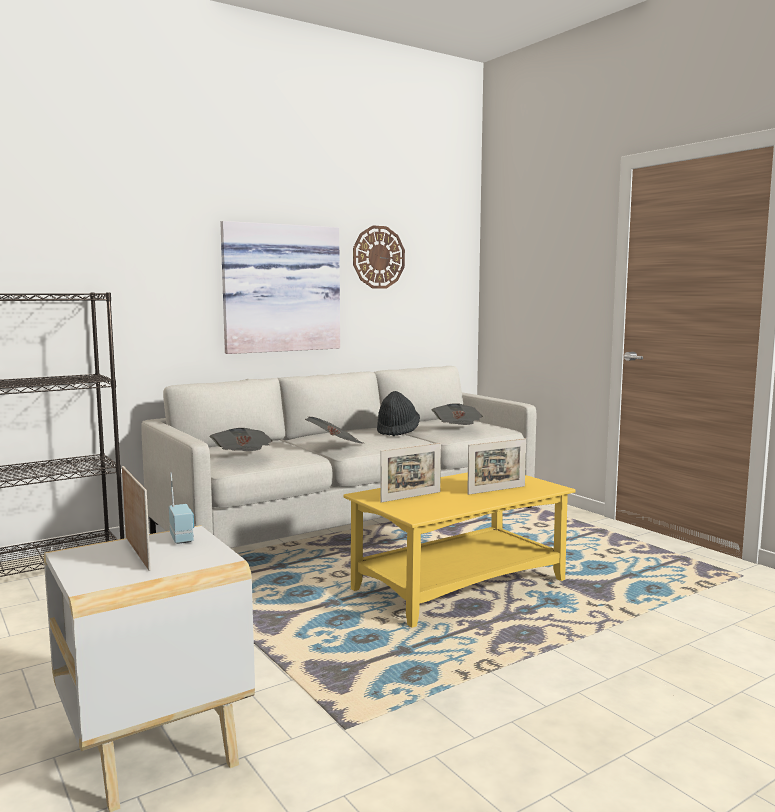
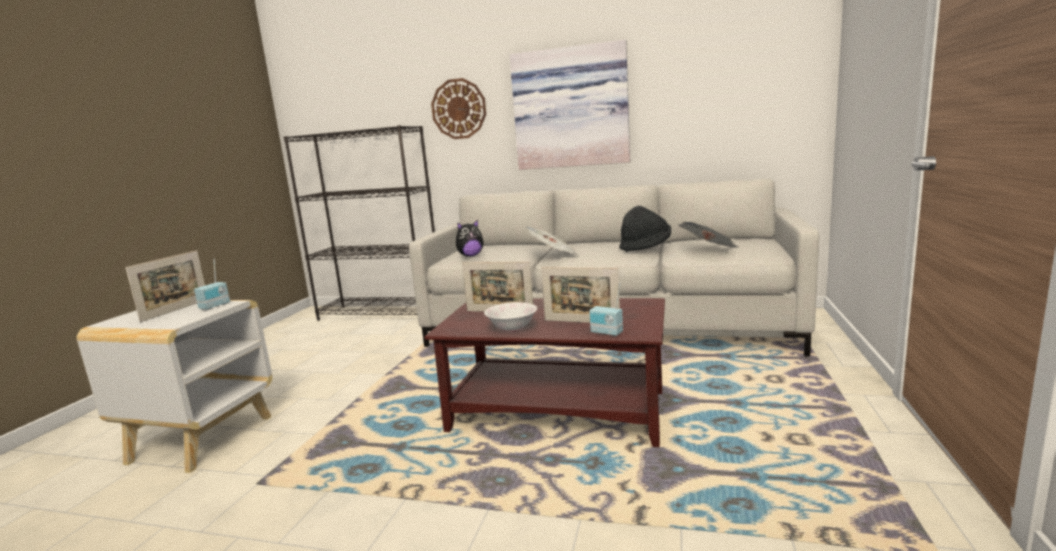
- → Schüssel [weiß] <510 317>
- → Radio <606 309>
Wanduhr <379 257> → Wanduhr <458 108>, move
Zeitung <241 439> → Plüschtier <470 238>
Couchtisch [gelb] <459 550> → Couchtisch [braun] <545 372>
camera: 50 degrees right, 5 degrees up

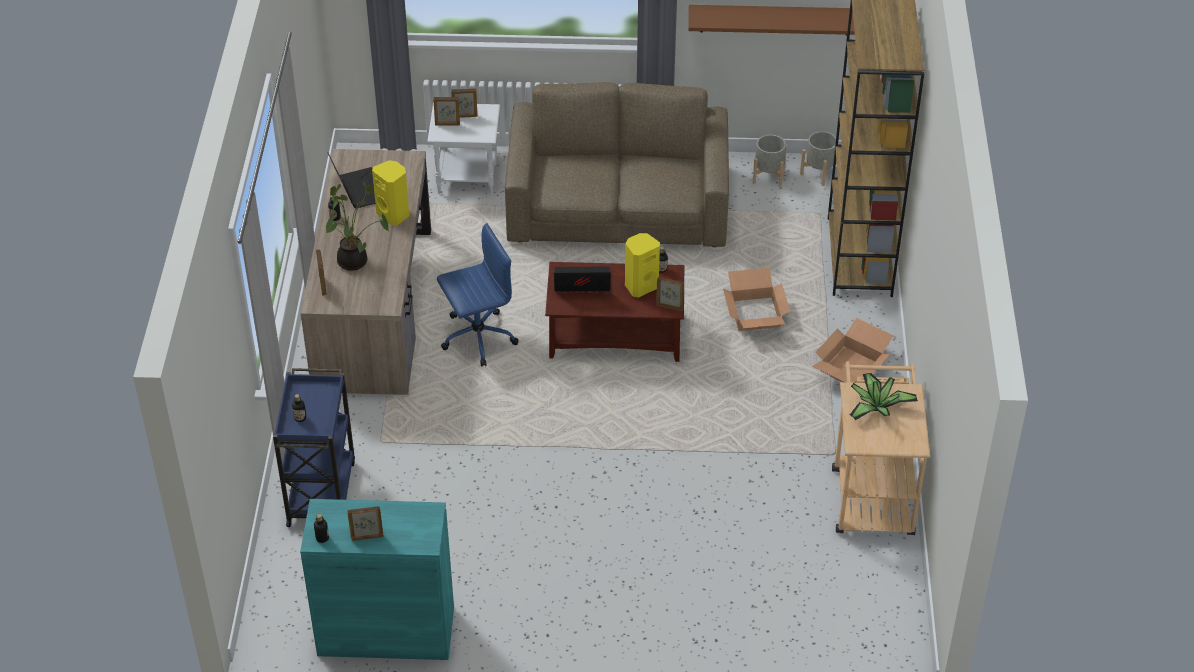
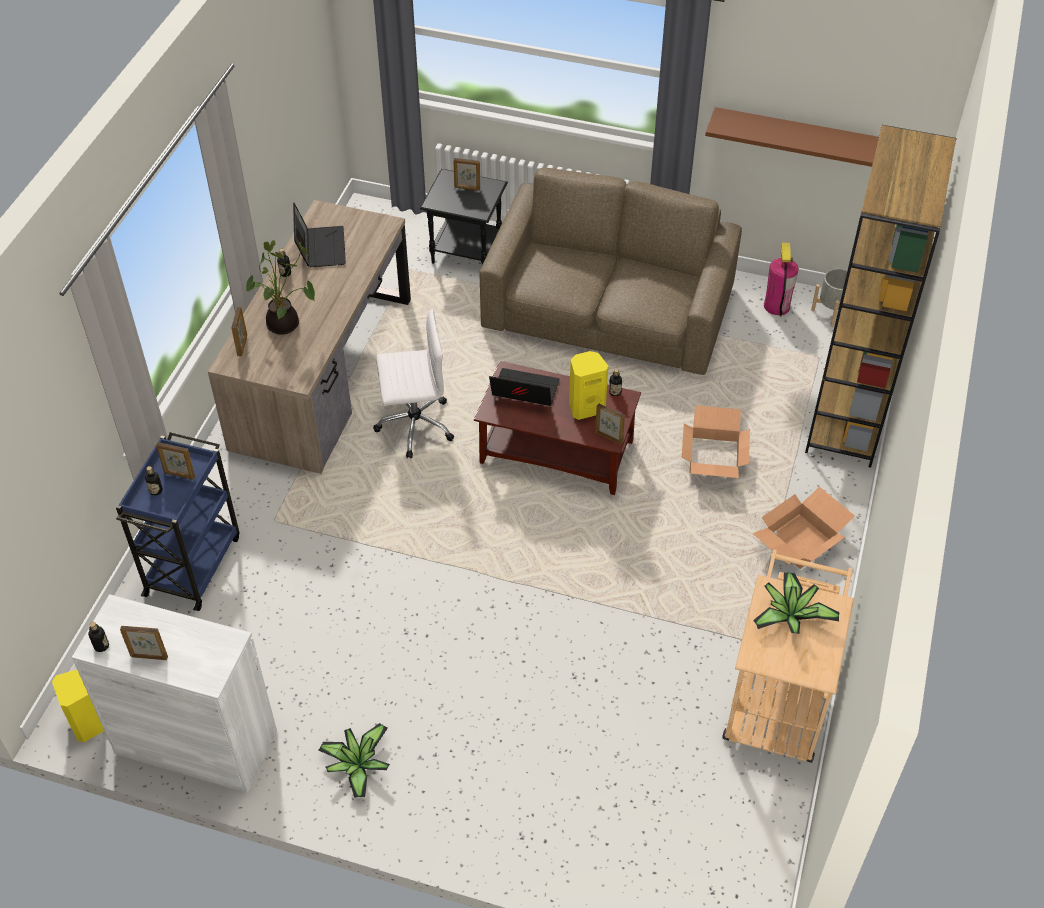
- → Topfpflanze <354 760>
Lautsprecher [gelb] <390 193> → Lautsprecher [gelb] <78 706>, move
Bilderrahmen <446 111> → Bilderrahmen <175 461>, move
Pflanzkübel [grau] <770 161> → Feuerlöscher <781 279>
Schrank [türkis] <377 579> → Schrank [weiß] <174 693>
Beistelltisch [weiß] <463 149> → Beistelltisch [schwarz] <464 217>
Bürostuhl [blau] <478 295> → Bürostuhl [weiß] <413 384>
camera: 15 degrees right, 5 degrees up

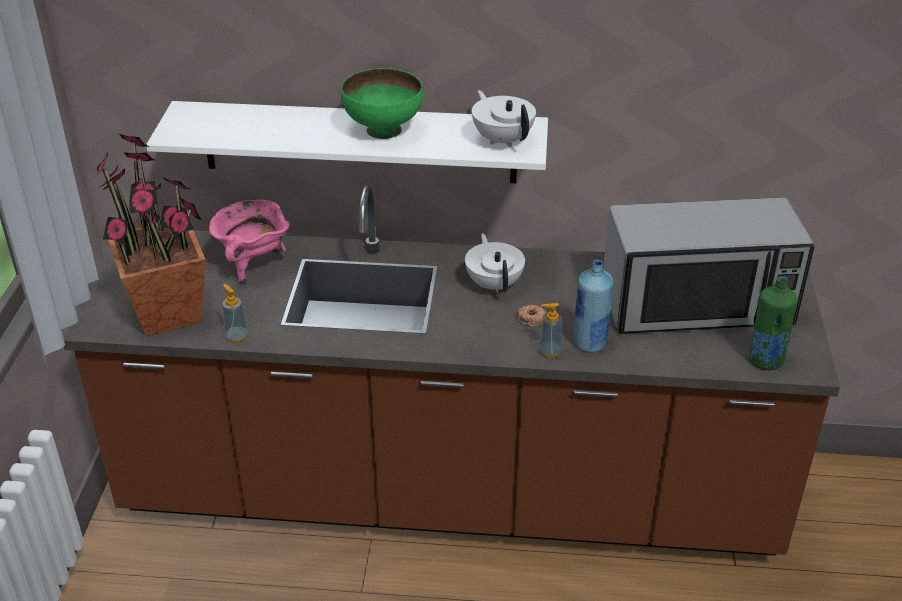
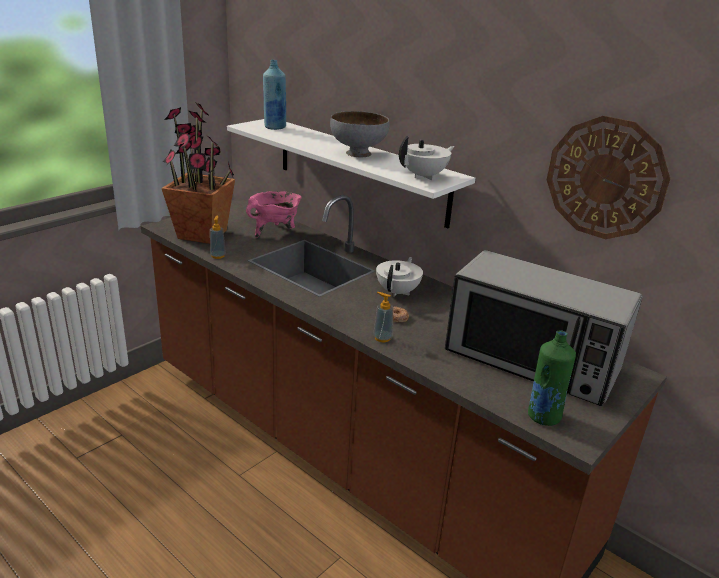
- → Wanduhr <608 177>
Flasche [blau] <593 306> → Flasche [blau] <274 95>, move
Schüssel [grün] <382 103> → Schüssel [grau] <359 134>
Teekanne [weiß] <504 118> → Teekanne [weiß] <427 158>, 45 degrees clockwise
camera: 35 degrees right, 10 degrees down

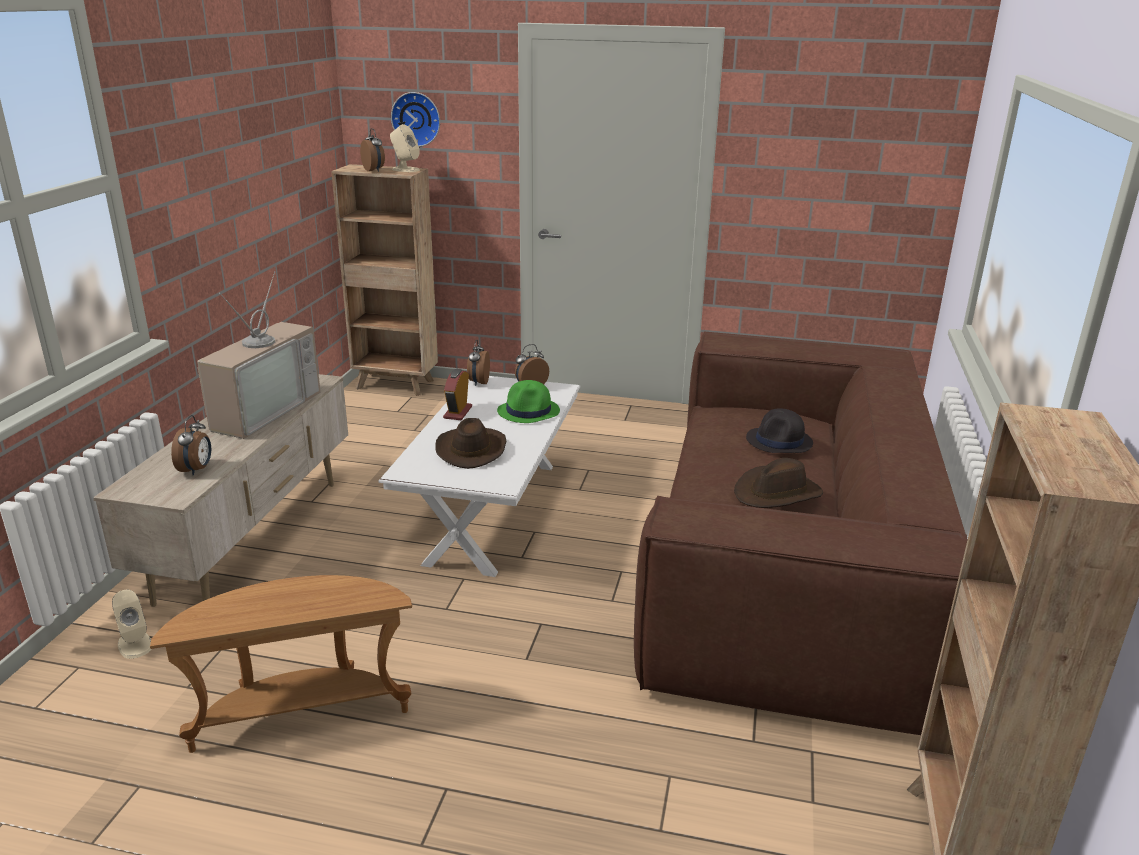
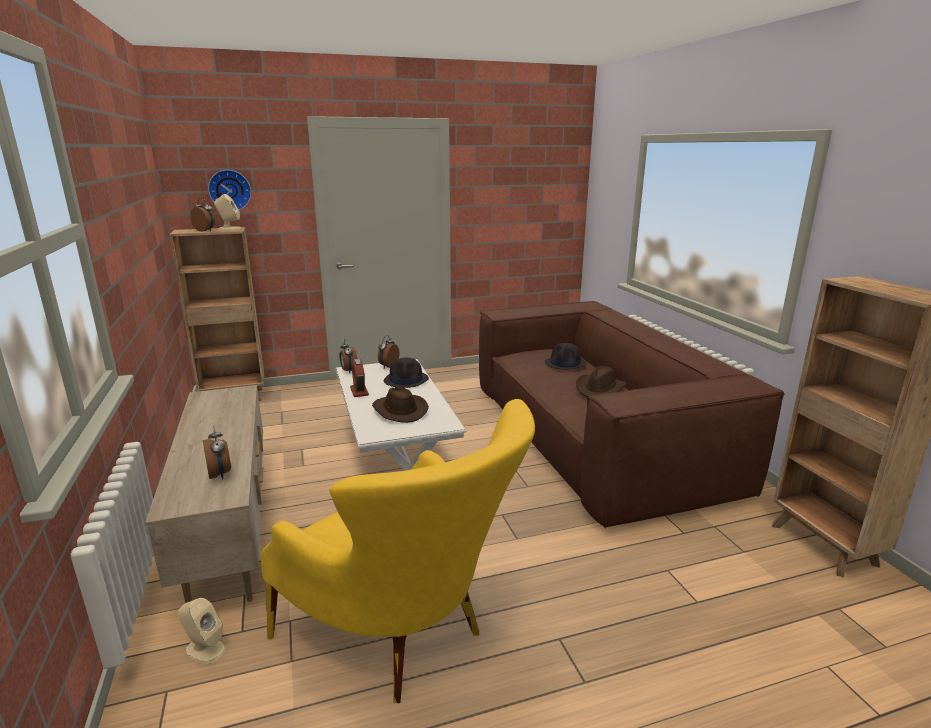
Fernseher <259 355> → -
Beistelltisch [braun] <281 664> → Sessel [gelb] <398 551>
Hut [grün] <528 401> → Hut [schwarz] <406 372>
camera: 30 degrees left, 5 degrees down

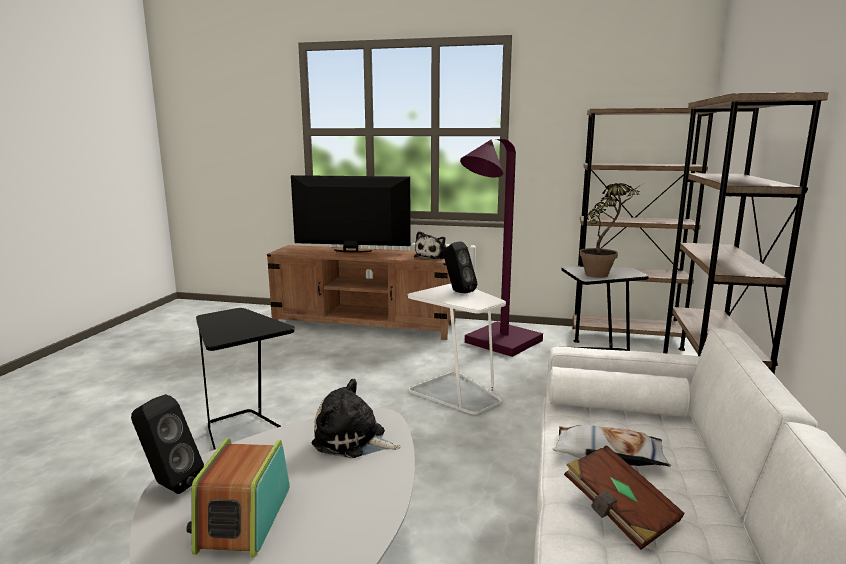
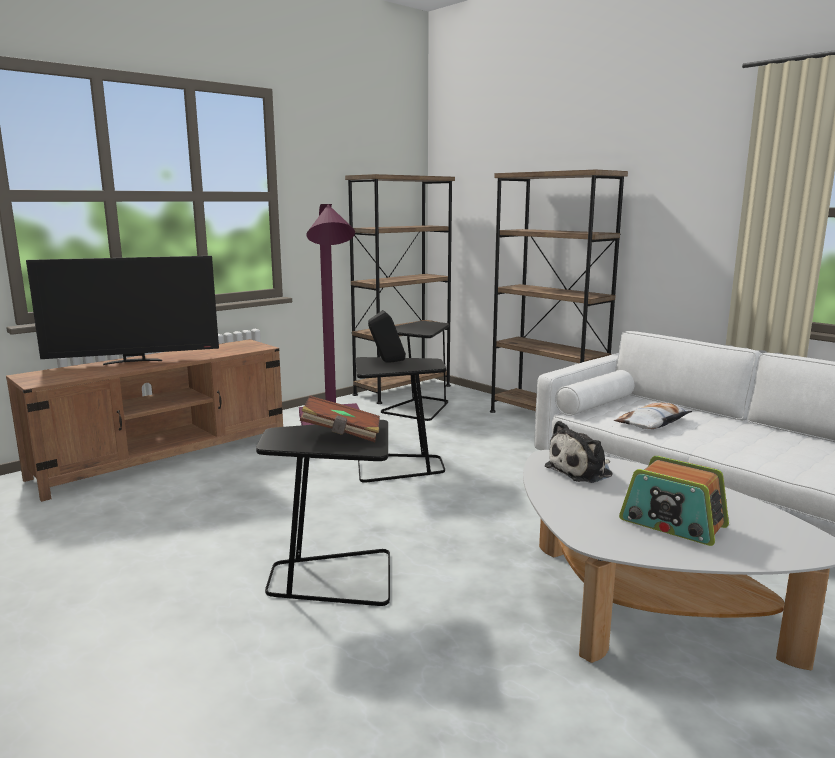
Lautsprecher [schwarz] <167 444> → -
Plüschtier <430 245> → -
Topfpflanze <610 230> → -
Buch [braun] <624 497> → Buch [braun] <340 418>, move
Beistelltisch [weiß] <457 349> → Beistelltisch [schwarz] <400 420>
Fernseher <351 214> → Fernseher <122 310>, 150 degrees counterclockwise
camera: 55 degrees left, 0 degrees up

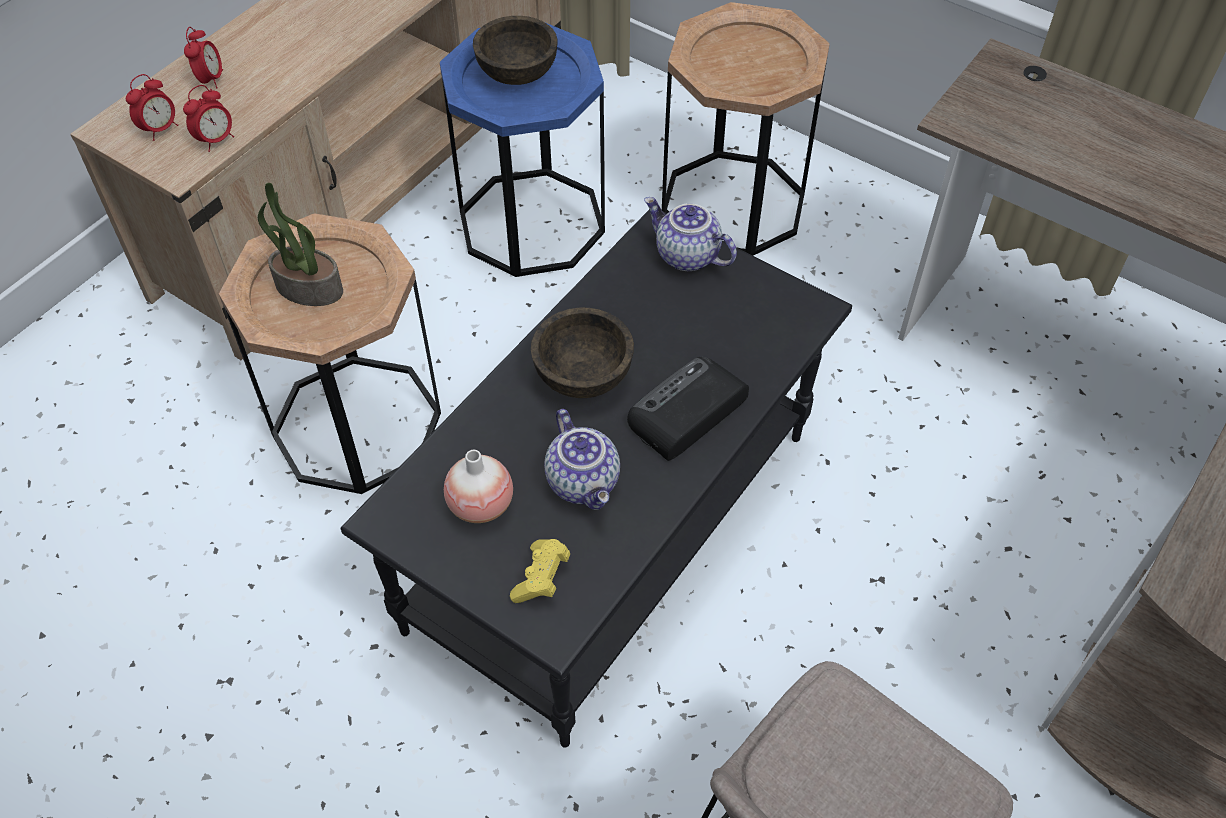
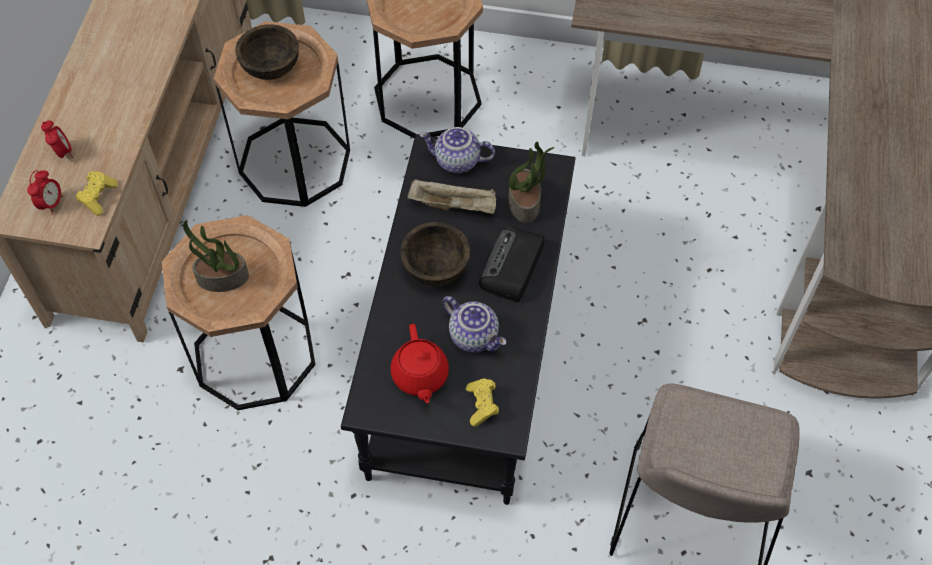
- → Tablett [beige] <452 196>
- → Topfpflanze <531 182>
Wecker <208 118> → Gamepad [gelb] <97 193>
Vase <478 486> → Teekanne [rot] <420 363>
Beistelltisch [blau] <522 150> → Beistelltisch [braun] <282 114>
camera: 25 degrees left, 5 degrees up

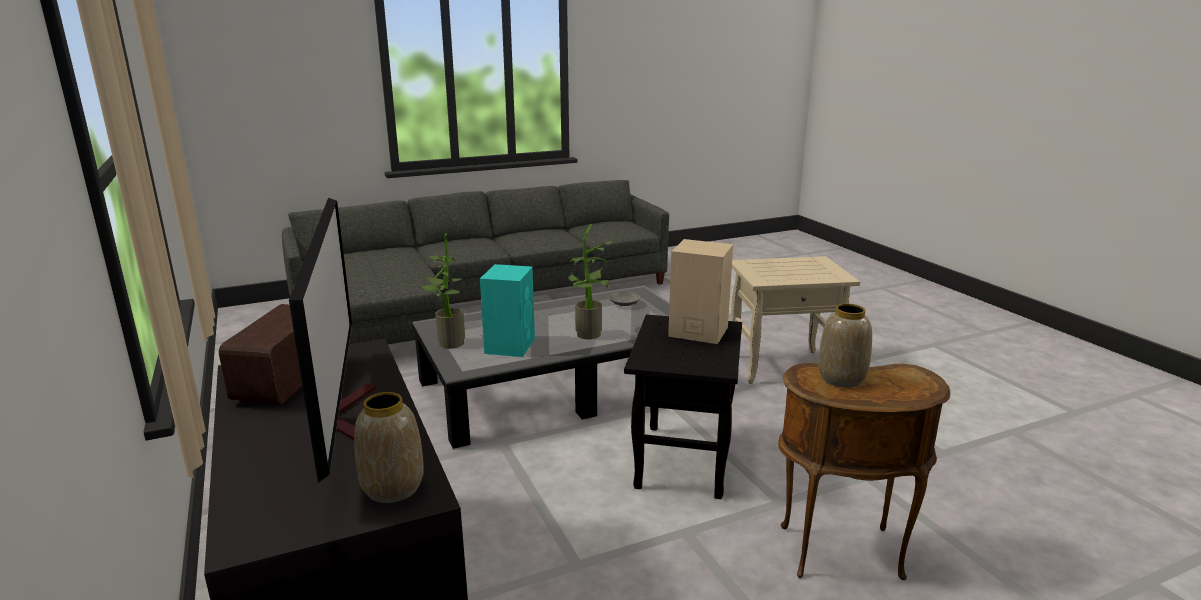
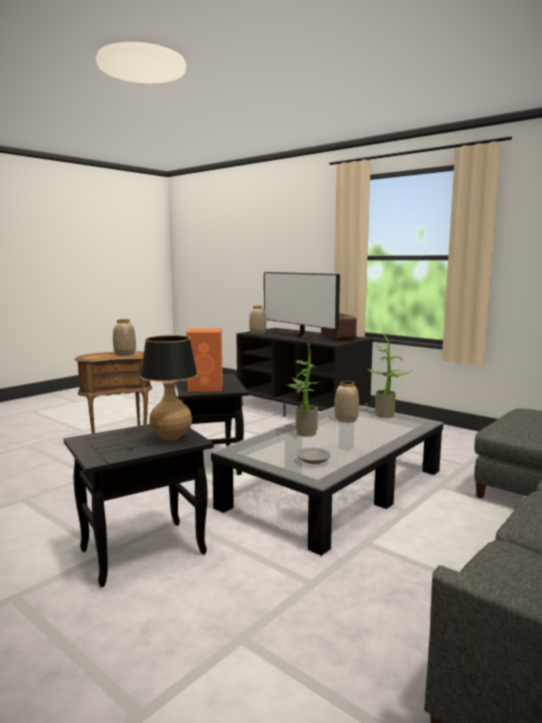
- → Tischlampe <160 392>
Lautsprecher [türkis] <507 310> → Vase <346 401>
Lautsprecher [beige] <700 291> → Lautsprecher [orange] <204 360>
Beistelltisch [beige] <795 320> → Beistelltisch [schwarz] <139 505>
camera: 155 degrees right, 10 degrees down

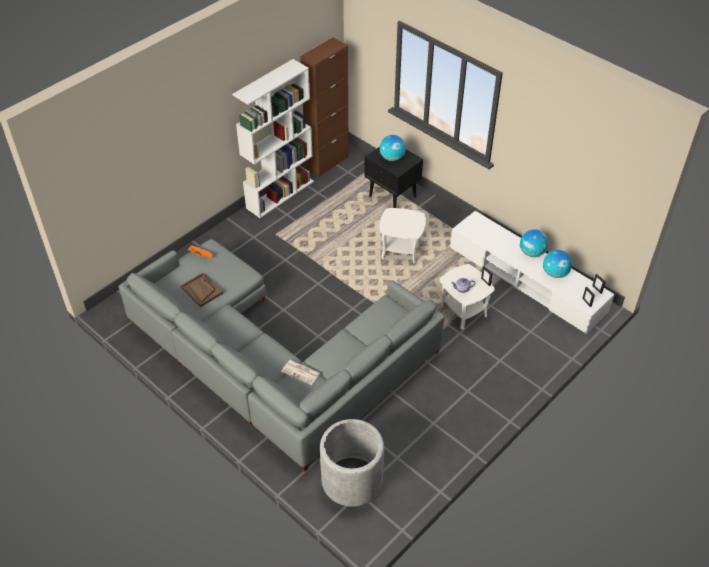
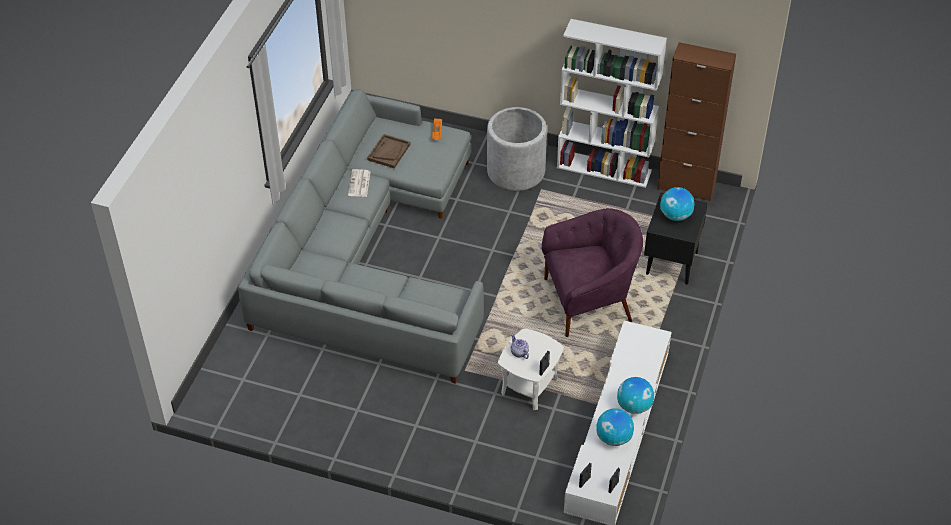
Zeitung <300 372> → Zeitung <359 183>, move
Pflanzkübel [grau] <352 463> → Pflanzkübel [grau] <517 149>, move
Beistelltisch [weiß] <403 235> → Sessel [lila] <592 272>
camera: 65 degrees right, 0 degrees up

